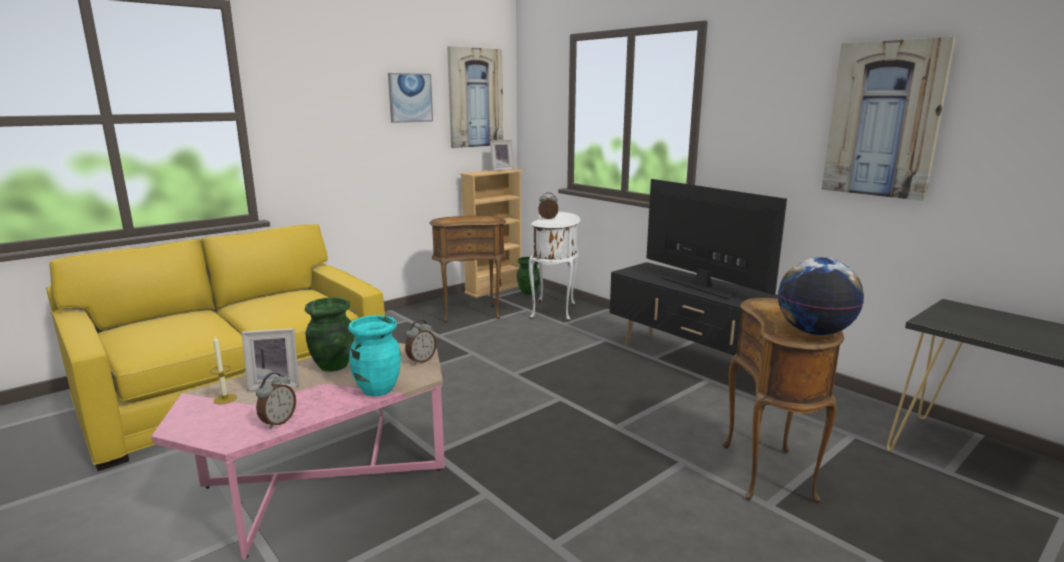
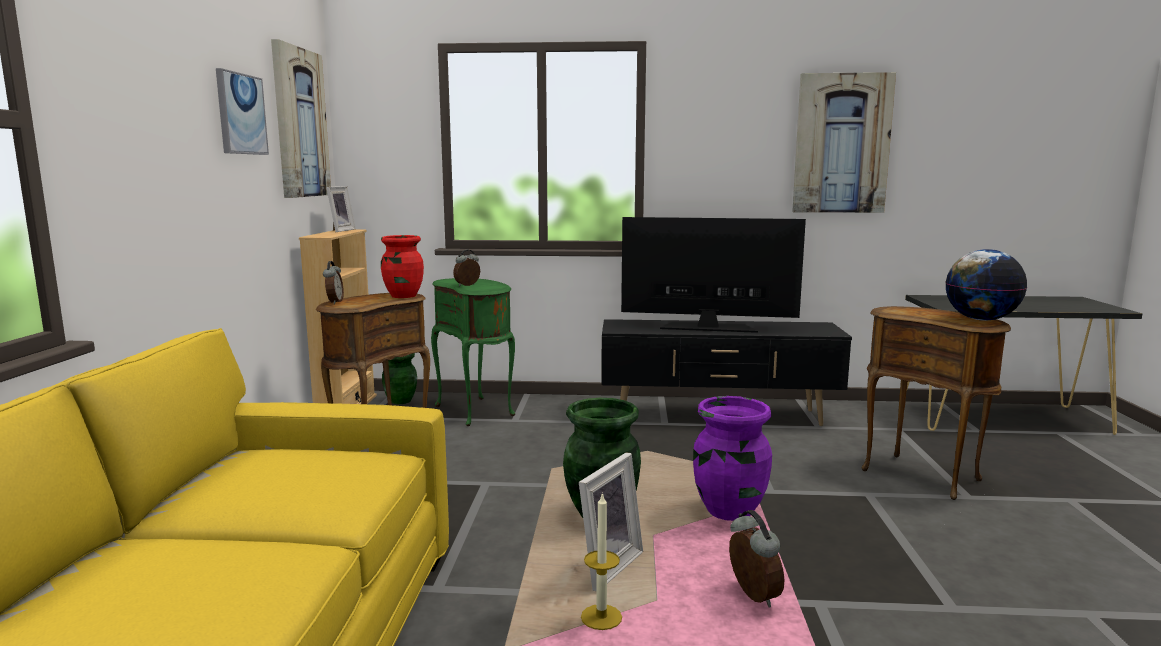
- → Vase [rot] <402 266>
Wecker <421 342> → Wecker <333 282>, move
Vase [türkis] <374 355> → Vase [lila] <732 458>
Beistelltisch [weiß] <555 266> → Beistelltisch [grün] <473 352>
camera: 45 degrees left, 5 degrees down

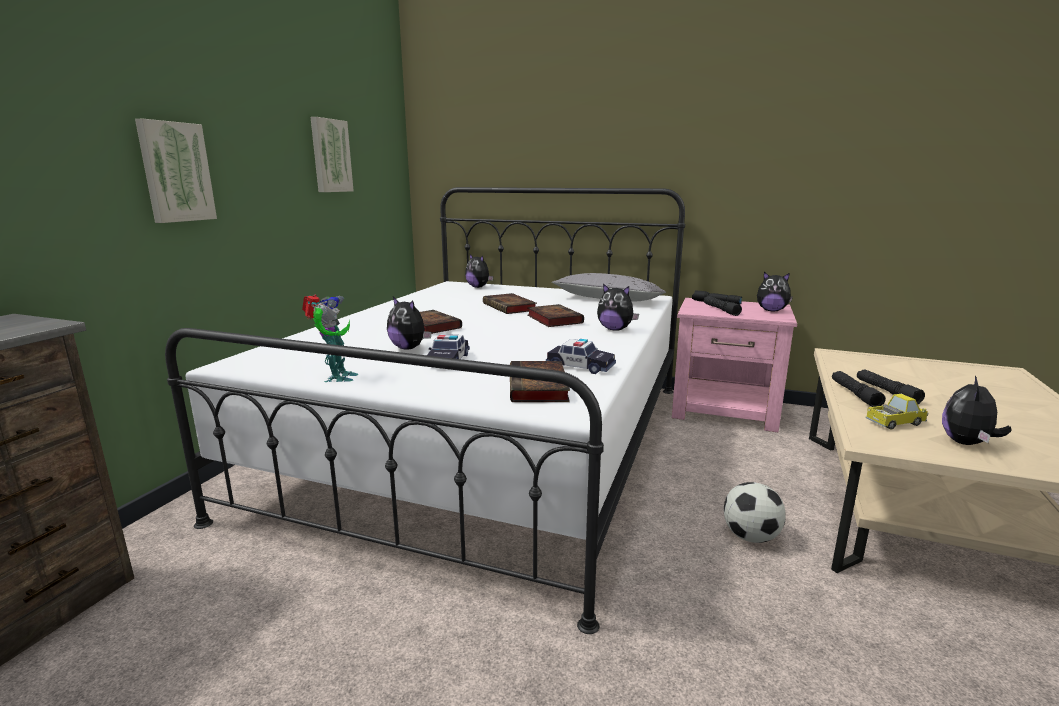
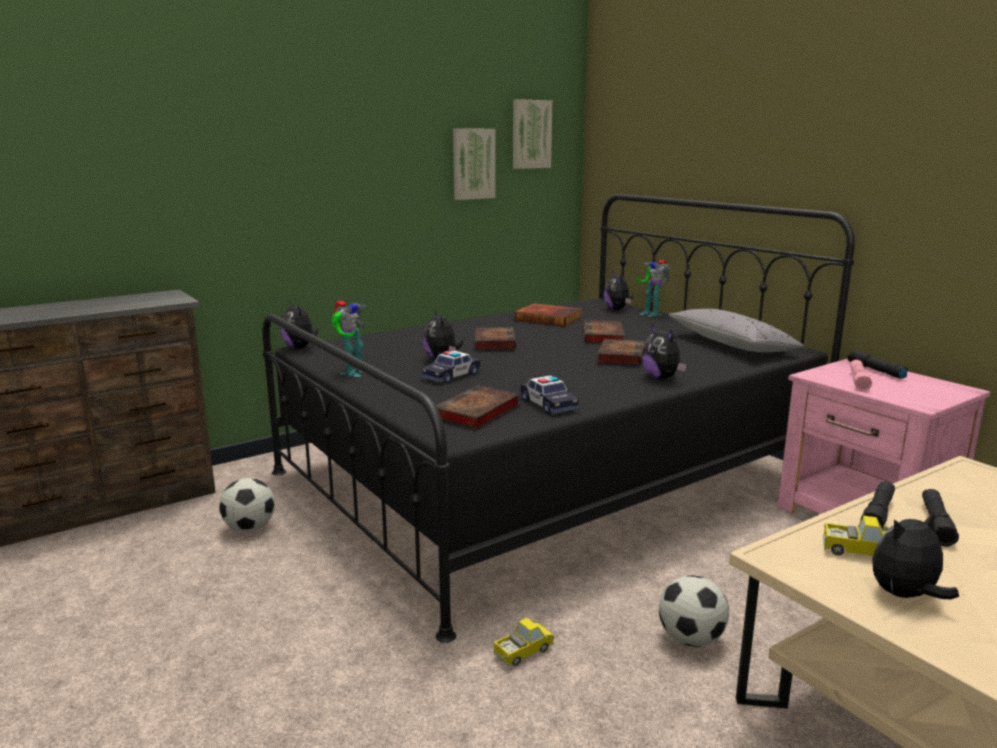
- → Fußball <247 505>
- → Spielzeuglaster <523 642>
- → Buch <548 315>
- → Spielzeugroboter <653 288>
Bild <176 171> → Bild <532 134>, move
Plüschtier <775 291> → Plüschtier <299 325>, move
Bett [weiß] <425 410> → Bett [schwarz] <559 418>
Taschenlampe [schwarz] <723 306> → Taschenlampe [rosa] <861 375>
camera: 35 degrees right, 0 degrees up

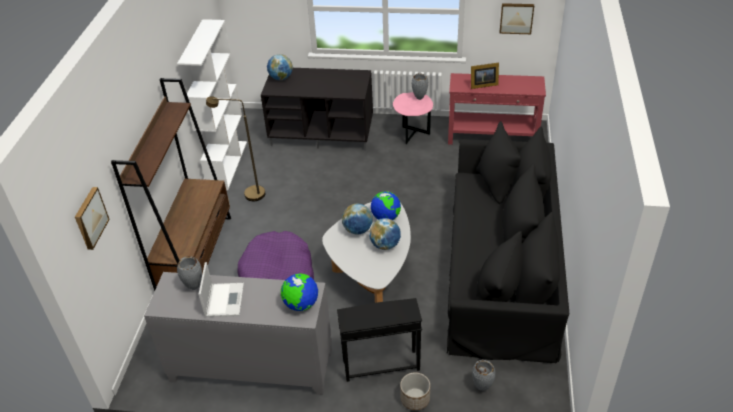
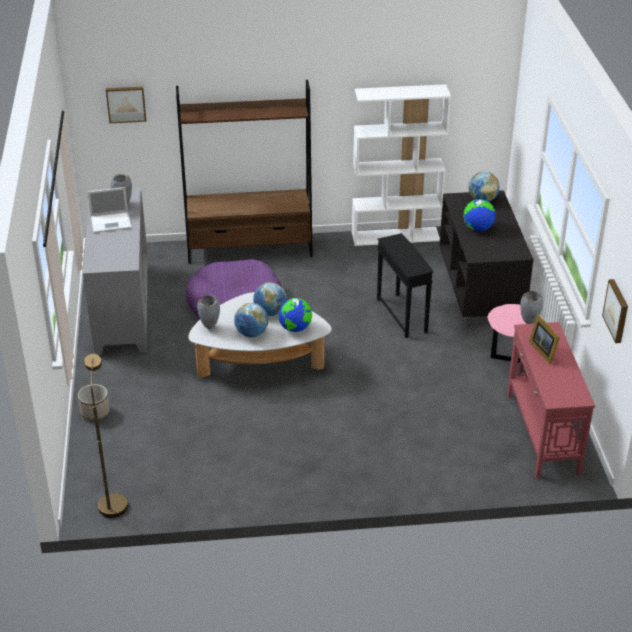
Sofa [schwarz] <508 242> → -
Stehlampe [braun] <235 148> → Stehlampe [braun] <106 436>, move
Globus <299 292> → Globus <479 215>, move
Beistelltisch [schwarz] <379 340> → Beistelltisch [schwarz] <405 285>, move
Vase [grau] <484 375> → Vase [grau] <208 312>, move
camera: 75 degrees right, 5 degrees down

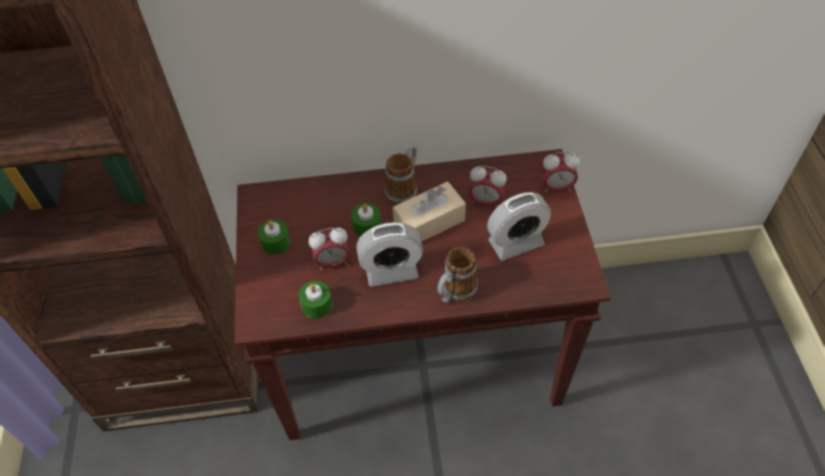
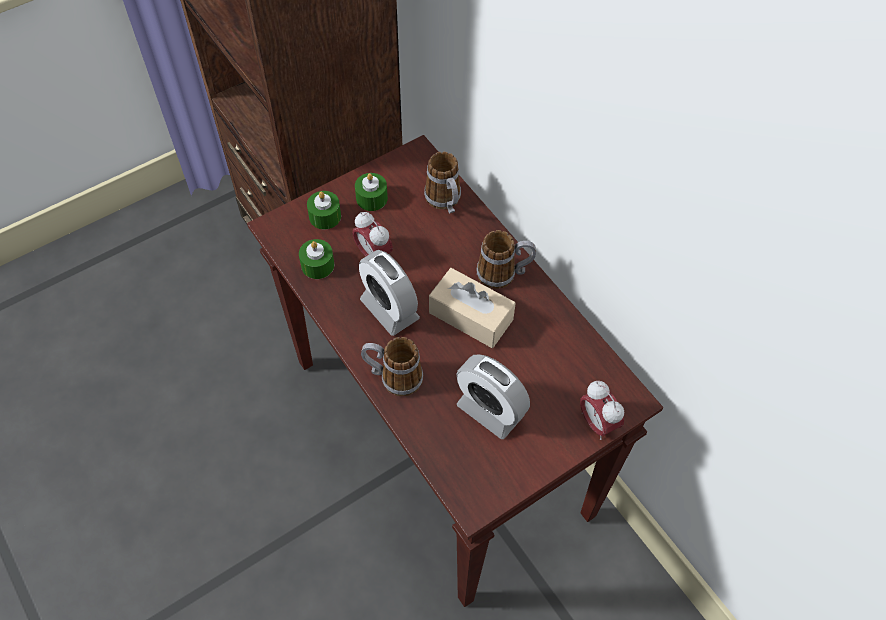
Wecker <488 186> → -
- → Henkelbecher <442 182>
Kerze [grün] <366 220> → Kerze [grün] <324 210>, move
camera: 60 degrees right, 5 degrees up

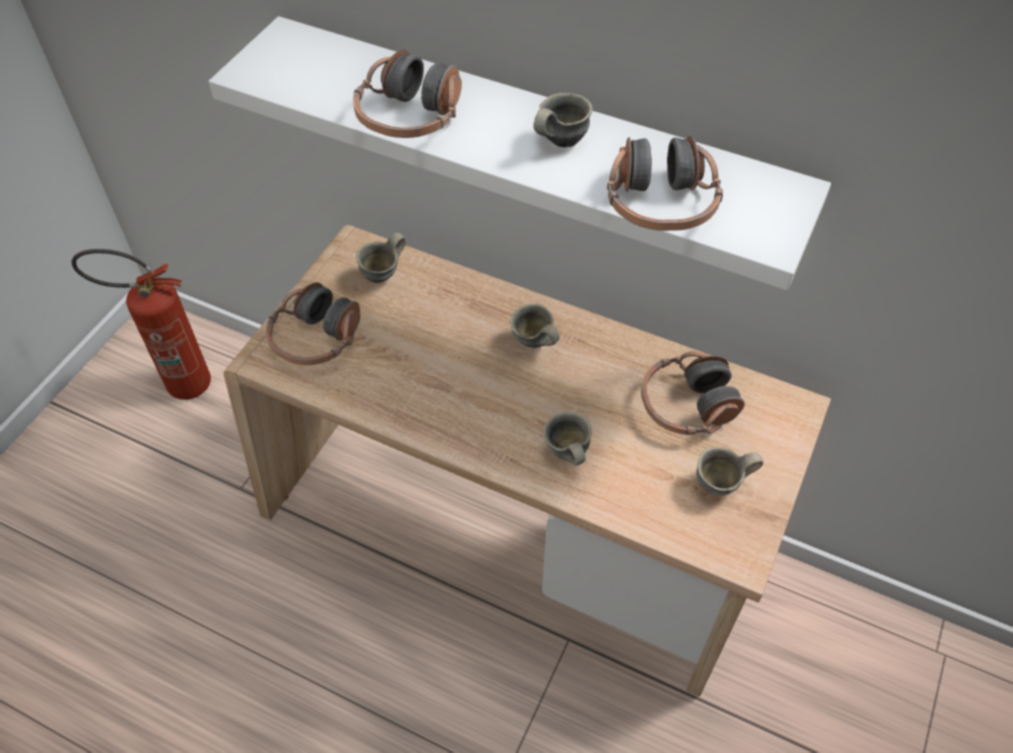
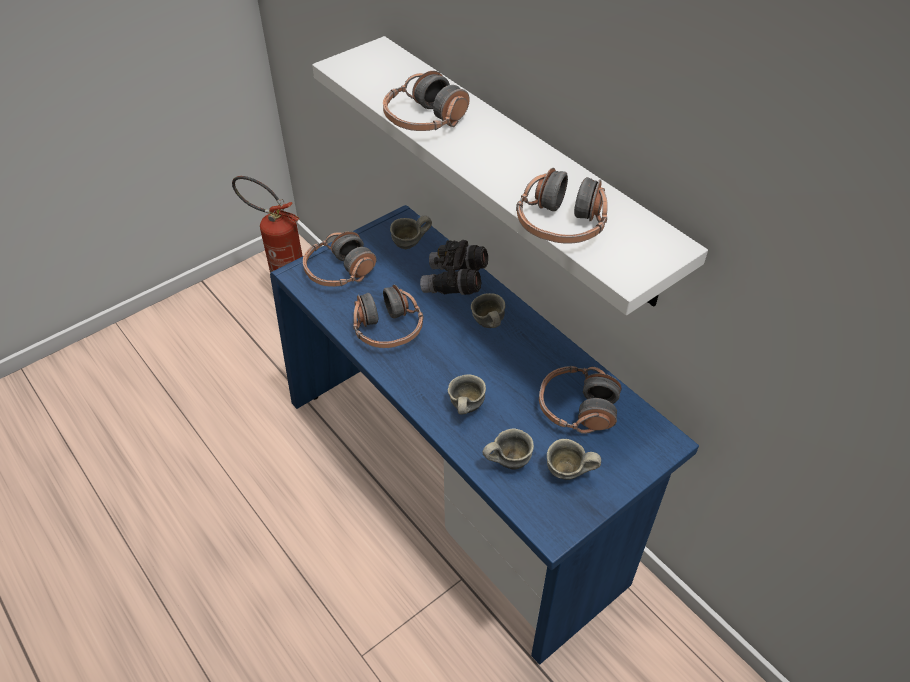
- → Kopfhörer <388 316>
- → Fernglas [grau] <454 267>
Henkelbecher [grau] <563 120> → Henkelbecher [grau] <508 449>, move
Schreibtisch [beige] <527 460> → Schreibtisch [blau] <484 435>
camera: 25 degrees right, 5 degrees down

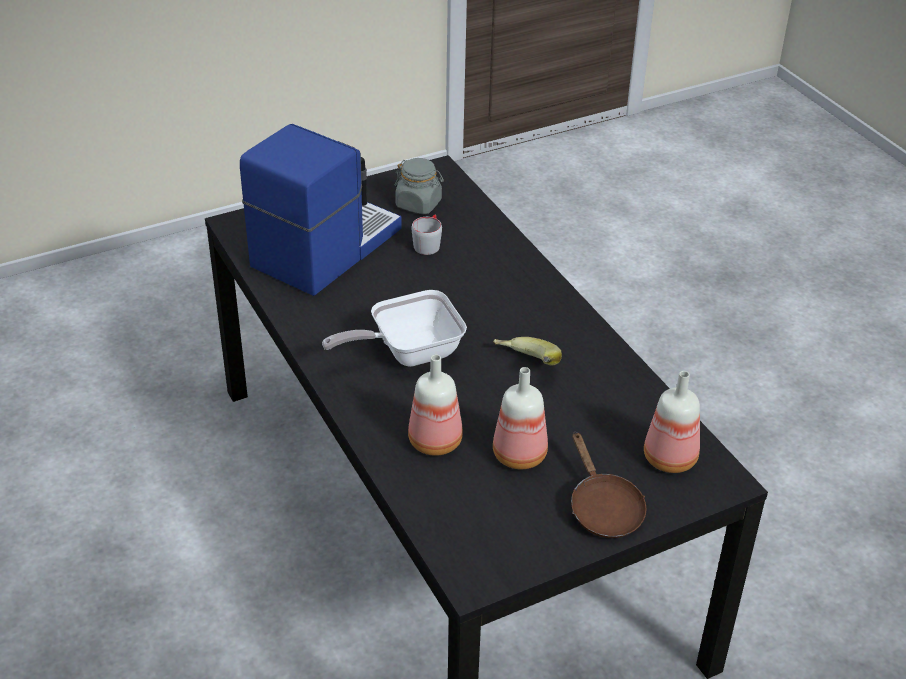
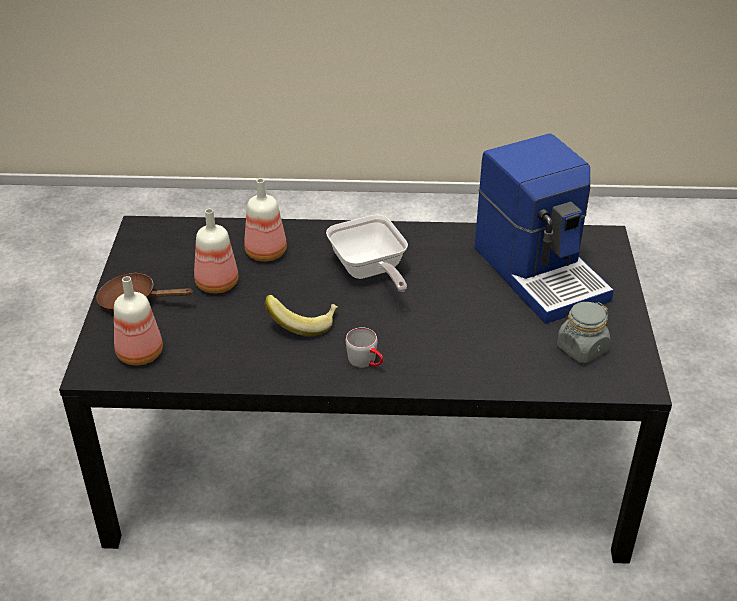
Henkelbecher [grau] <426 235> → Henkelbecher [grau] <364 347>, move
Pfanne <394 328> → Pfanne <367 253>, 150 degrees clockwise
camera: 120 degrees right, 0 degrees up

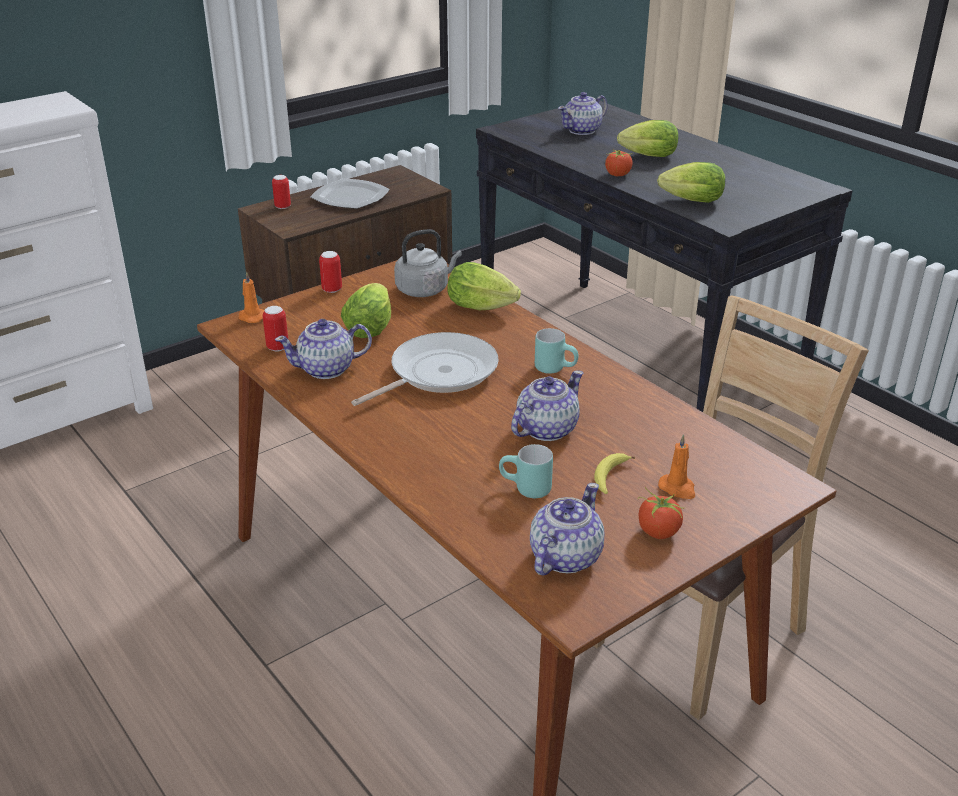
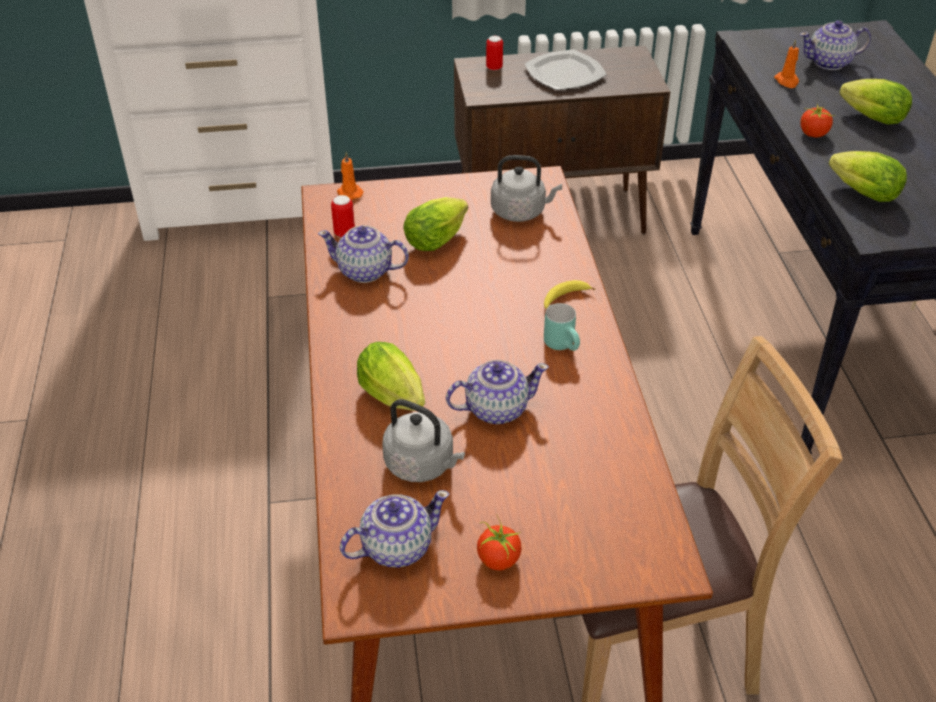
Dose <330 272> → -
Pfanne <425 369> → -
Salatkopf <484 286> → Salatkopf <391 376>, move
Banane <614 473> → Banane <569 294>, move
Kerze [orange] <676 466> → Kerze [orange] <786 63>, move
Henkelbecher [türkis] <526 471> → Wasserkessel [grau] <423 440>
camera: 30 degrees right, 10 degrees up

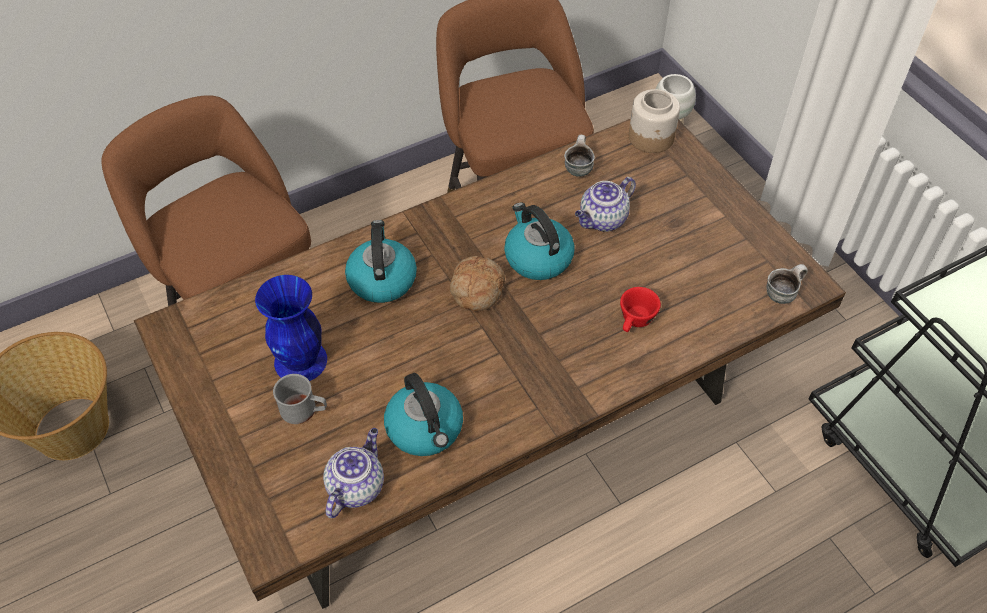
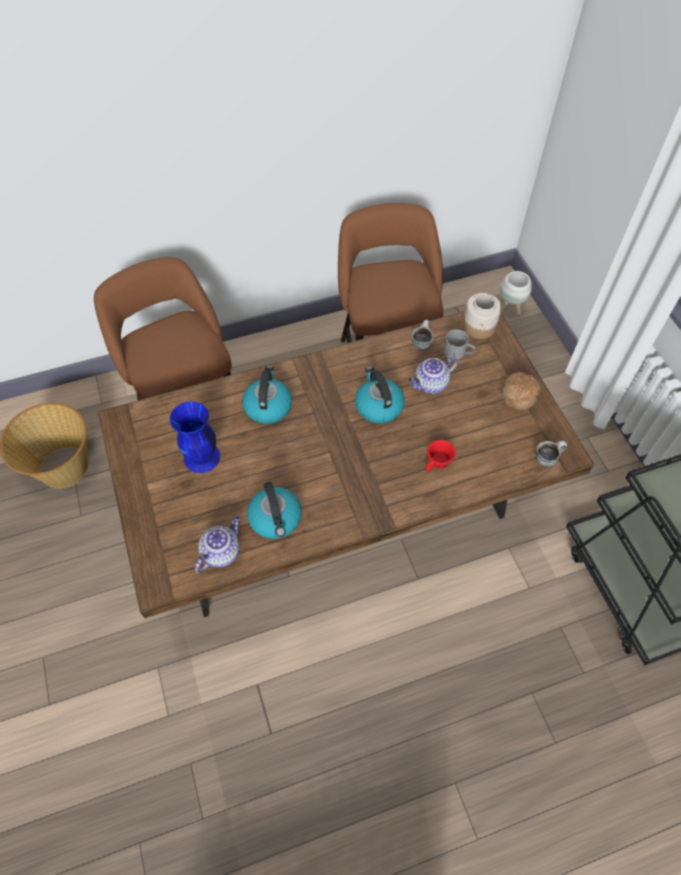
Henkelbecher [grau] <300 399> → Henkelbecher [grau] <460 345>, move
Brot <477 283> → Brot <521 391>, move
camera: 10 degrees right, 5 degrees up

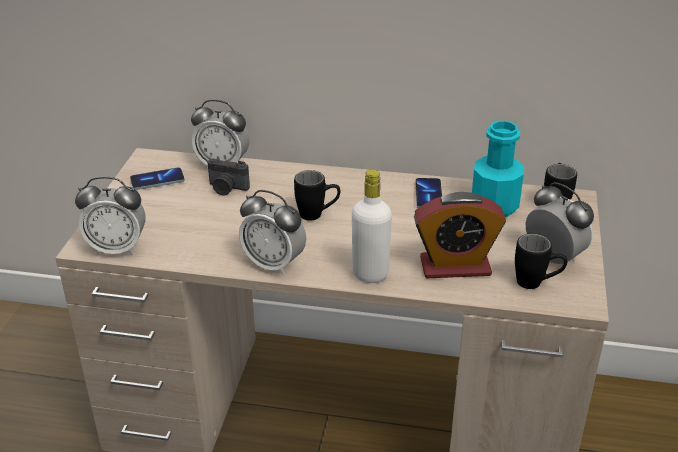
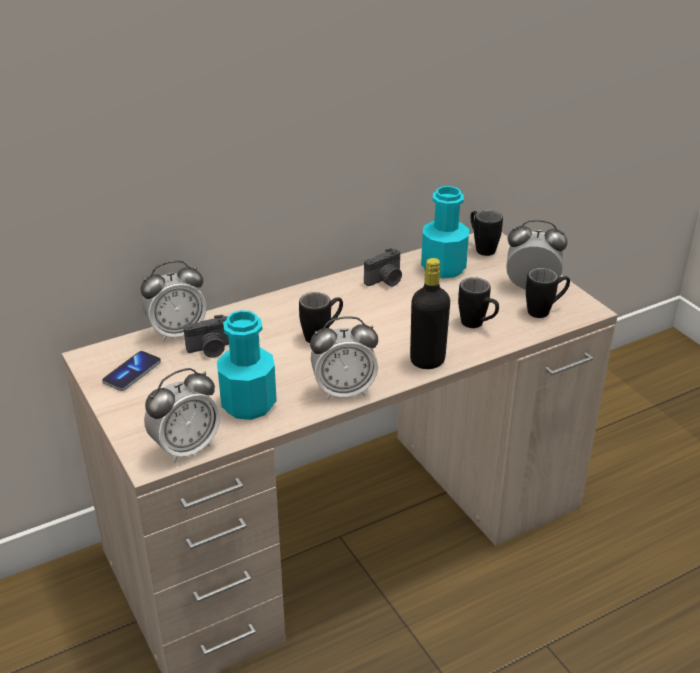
- → Flasche [türkis] <247 365>
Wecker <460 235> → Henkelbecher [schwarz] <478 302>
Handy <428 193> → Kamera <383 267>
Flasche [weiß] <372 226> → Flasche [schwarz] <430 313>
camera: 40 degrees left, 0 degrees up

